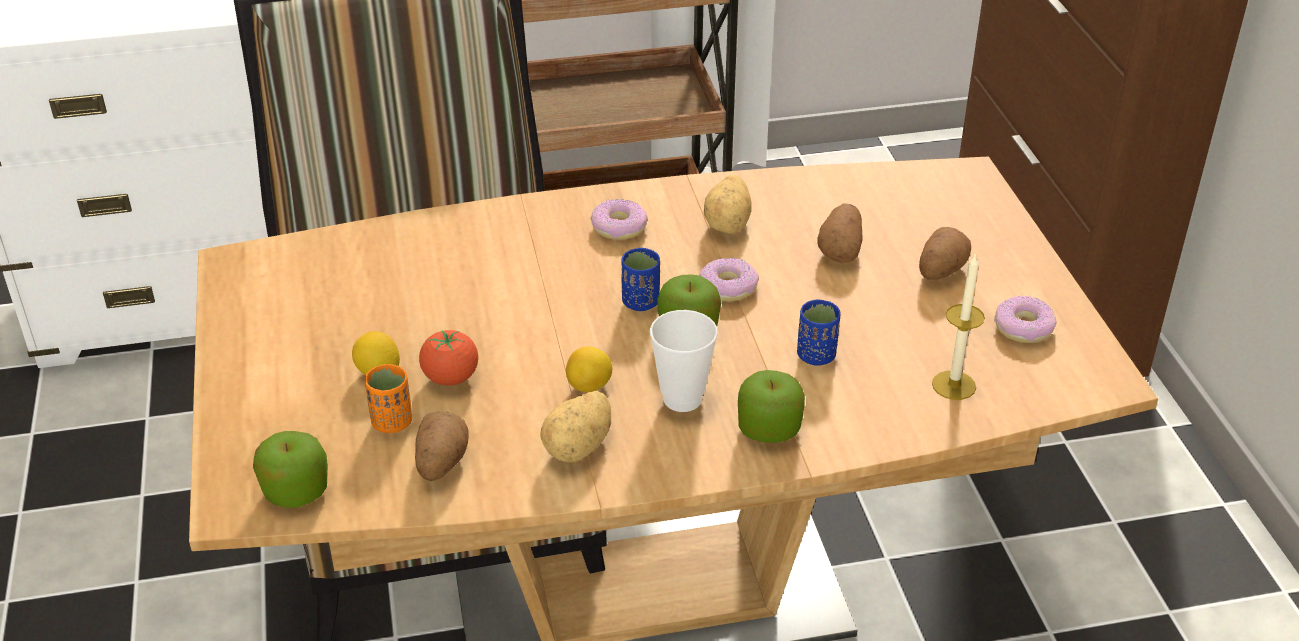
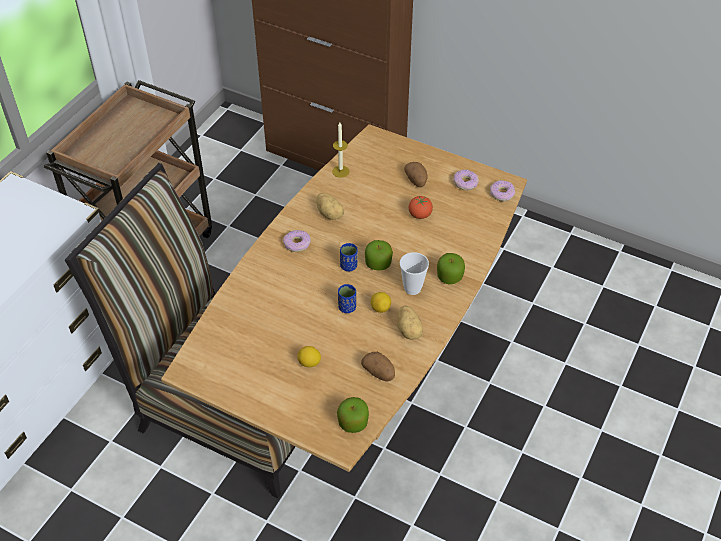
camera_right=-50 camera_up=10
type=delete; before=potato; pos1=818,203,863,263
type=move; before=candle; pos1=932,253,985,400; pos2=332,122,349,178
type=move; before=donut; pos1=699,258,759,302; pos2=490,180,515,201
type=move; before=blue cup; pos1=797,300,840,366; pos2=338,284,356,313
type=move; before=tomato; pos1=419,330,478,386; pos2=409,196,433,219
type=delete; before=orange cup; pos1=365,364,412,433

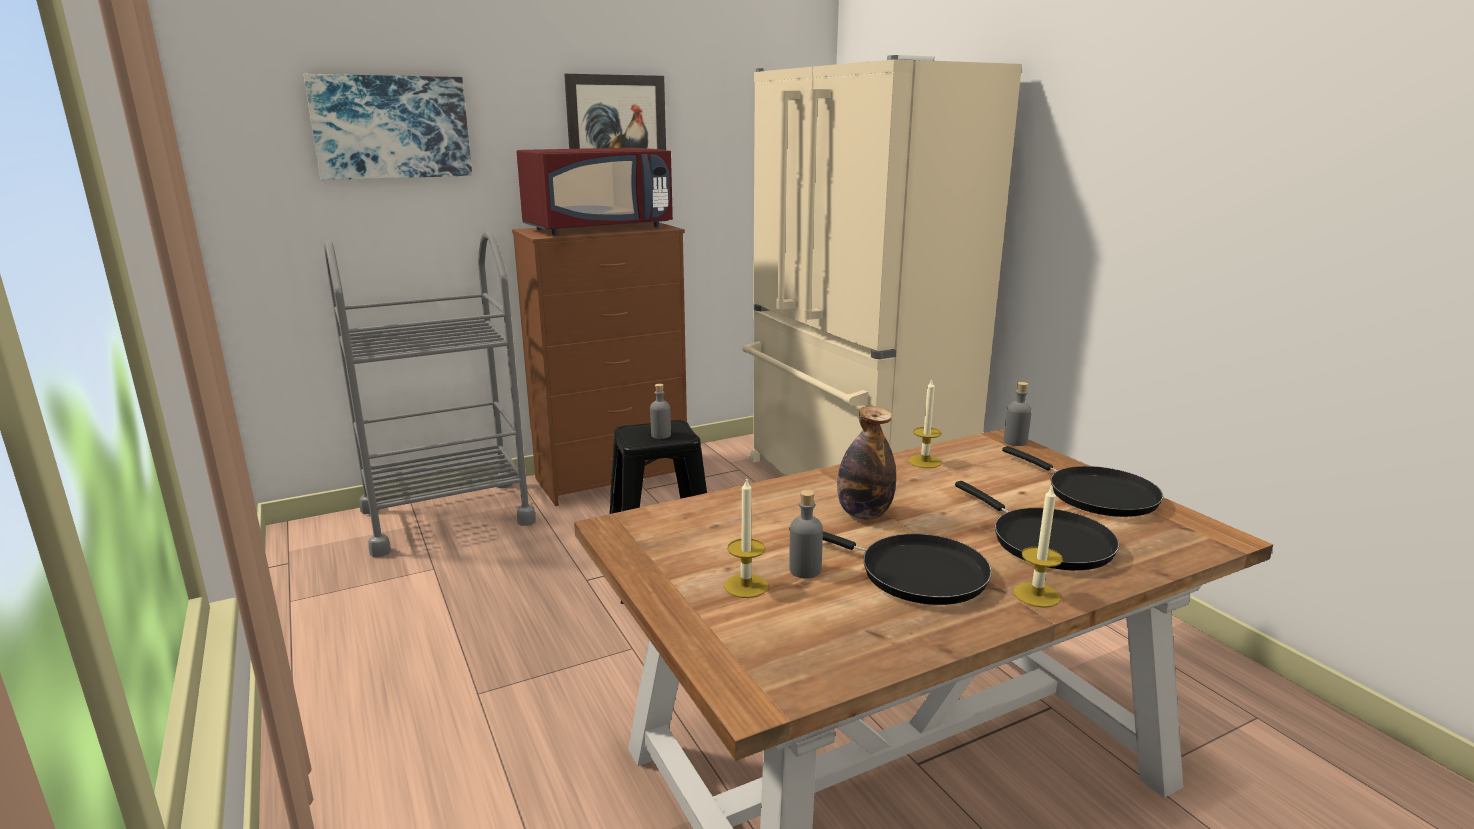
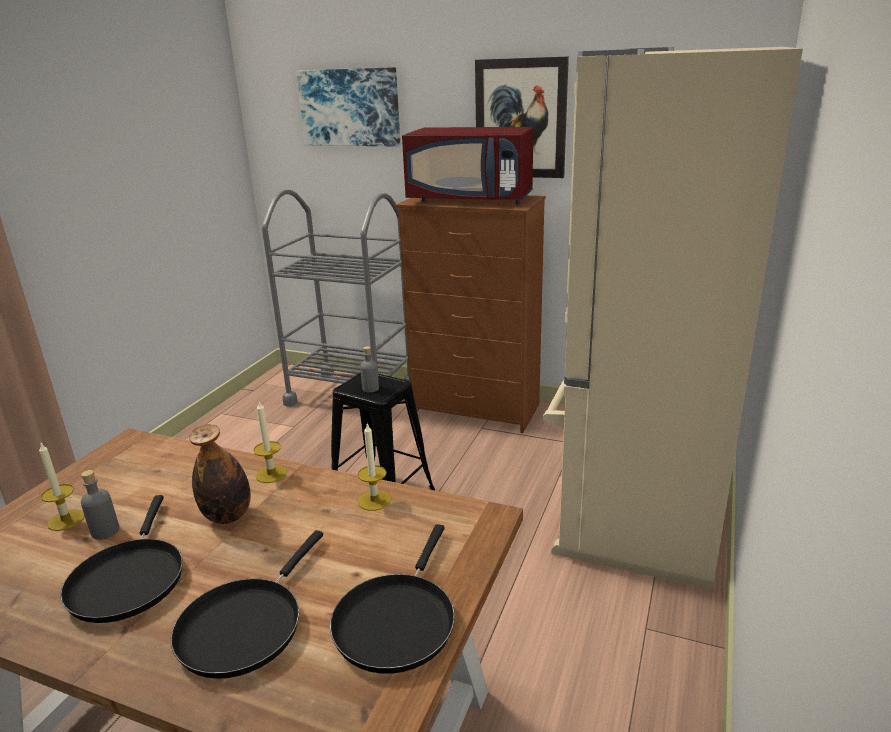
camera_right=50 camera_up=5
type=delete; before=grey bottle; pos1=1004,382,1032,446
type=move; before=candle; pos1=1013,486,1063,608; pos2=253,402,287,483

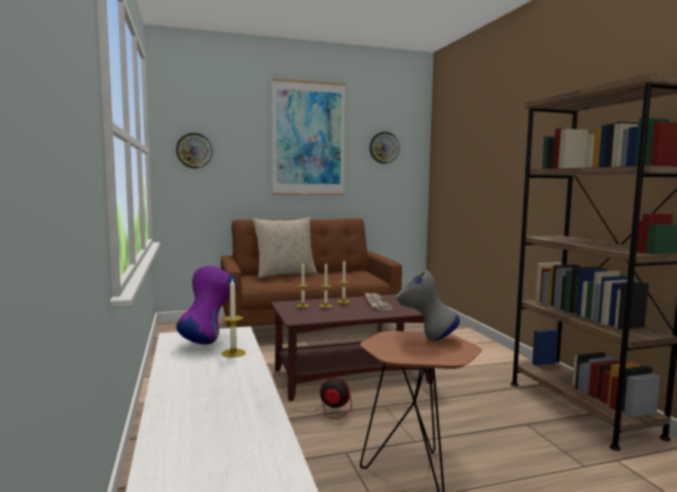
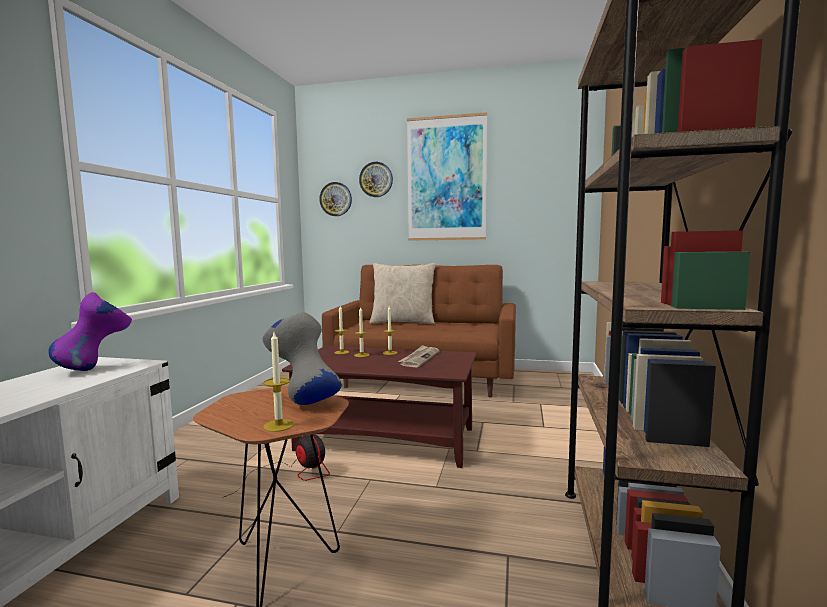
camera_right=30 camera_up=0
type=move; before=wall clock; pos1=369,132,400,164; pos2=359,162,393,197
type=move; before=candle; pos1=222,279,246,358; pos2=263,332,294,432

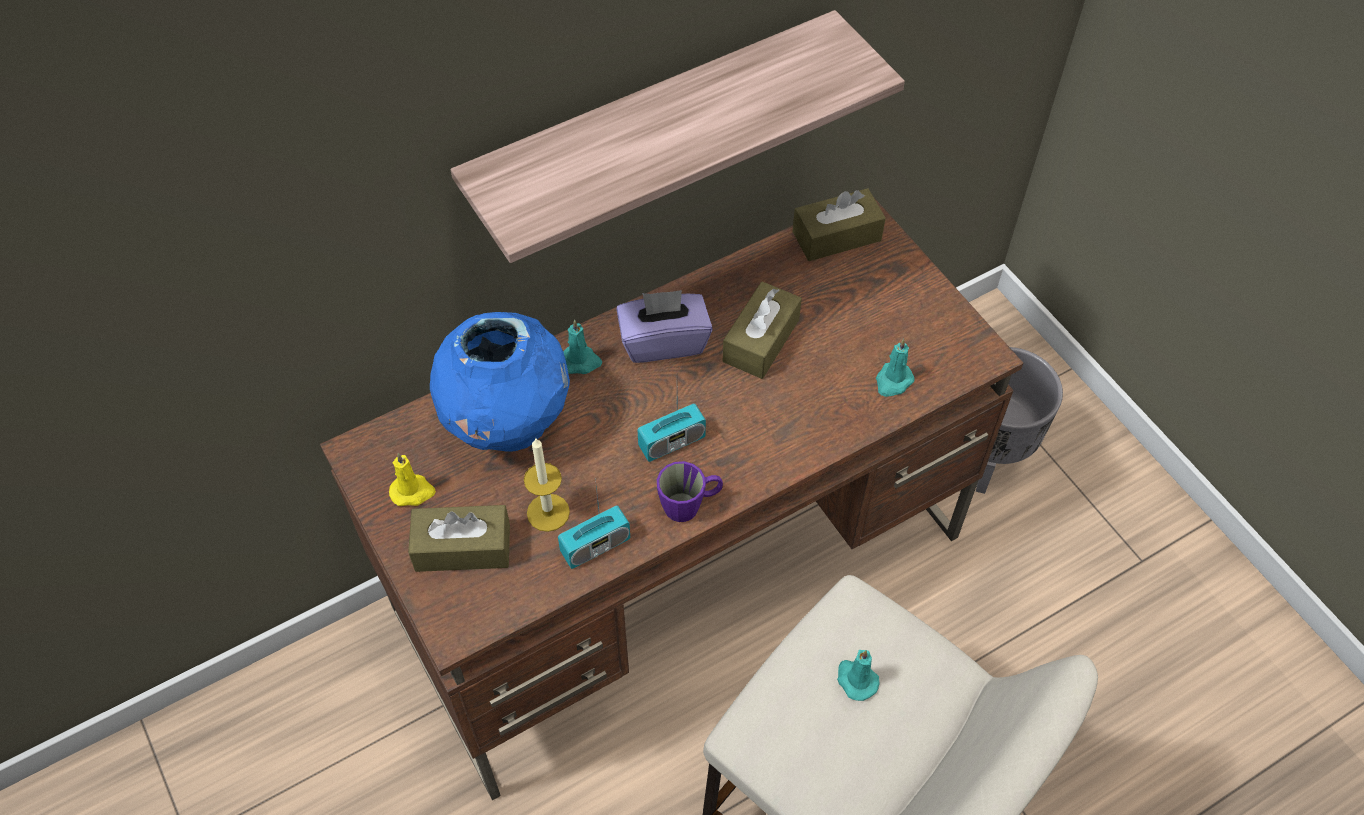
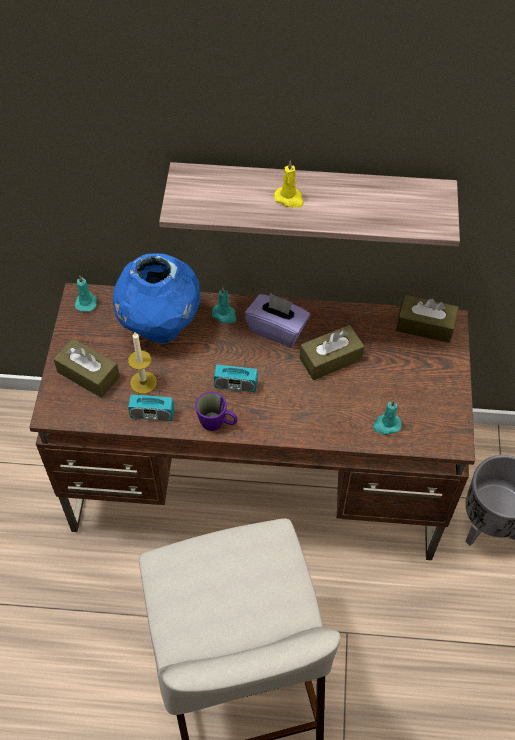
camera_right=35 camera_up=0
type=move; before=yellow candle; pos1=389,453,436,506; pos2=274,160,304,207
type=move; before=turquoise candle; pos1=837,650,880,701; pos2=74,276,97,312

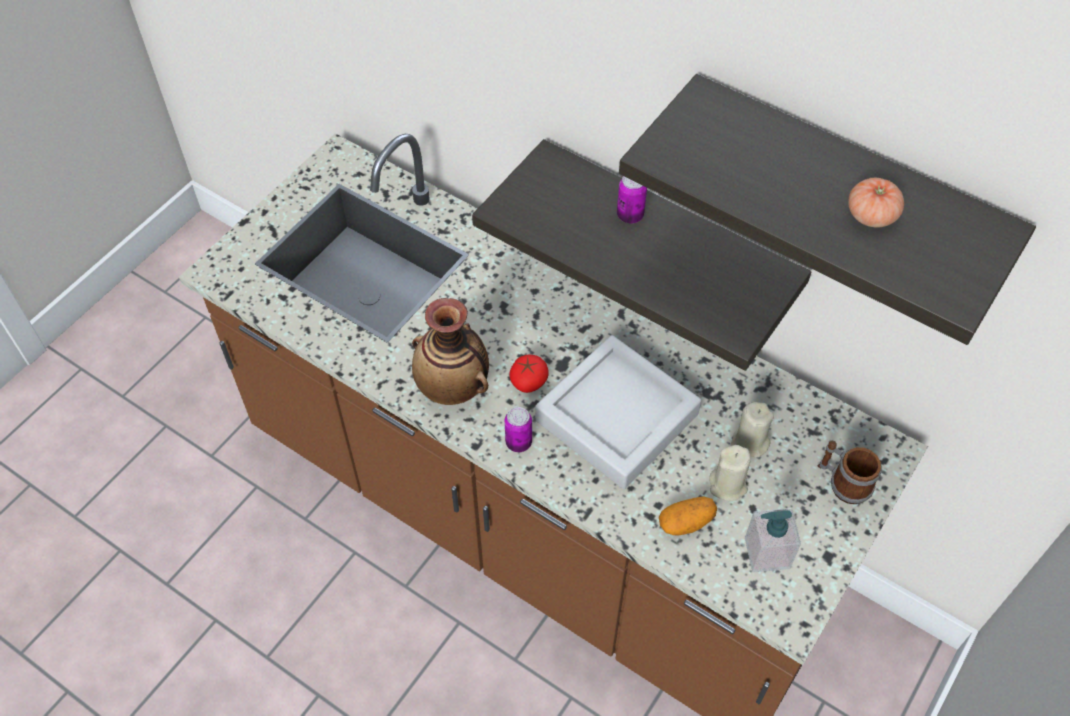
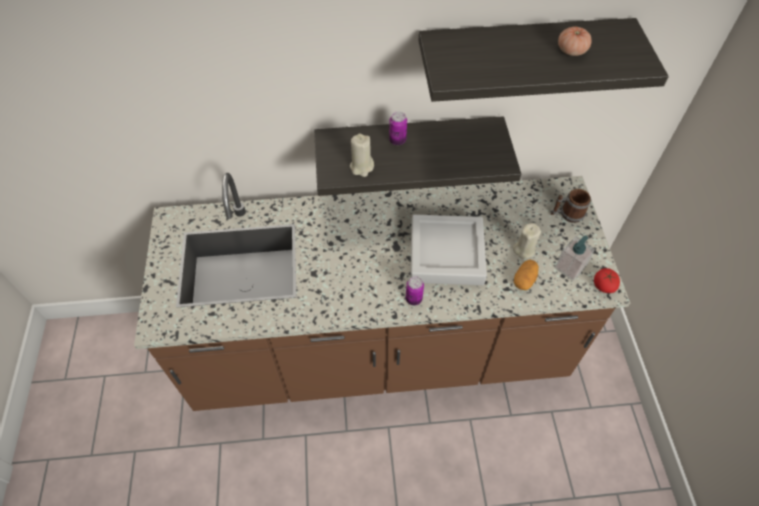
camera_right=-40 camera_up=0
type=delete; before=vase; pos1=412,298,489,405
type=move; before=tomato; pos1=509,355,548,393; pos2=594,268,620,293
type=move; before=beige candle; pos1=731,402,774,458; pos2=350,133,374,177

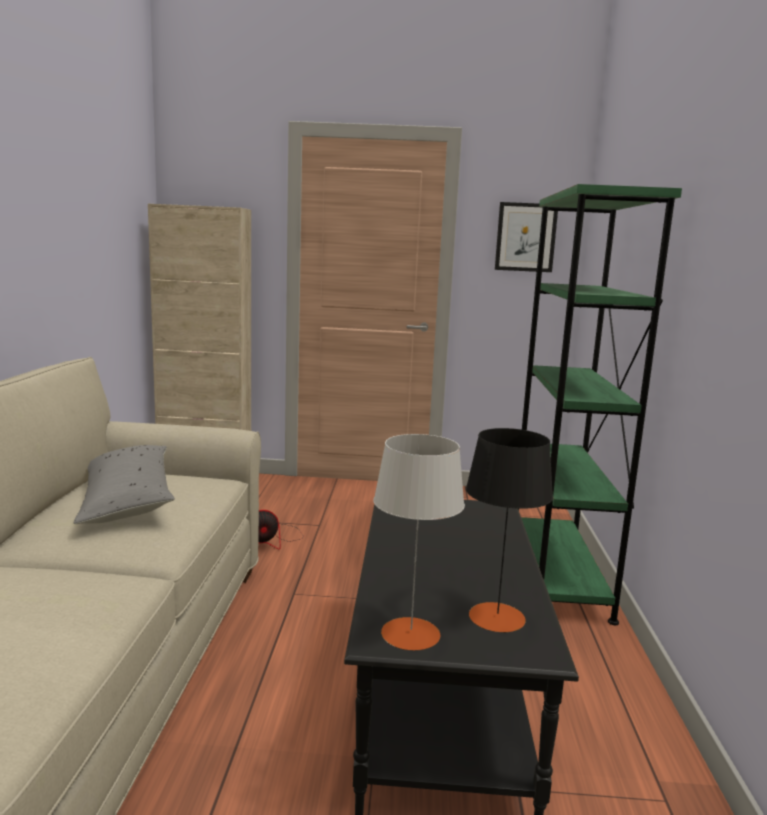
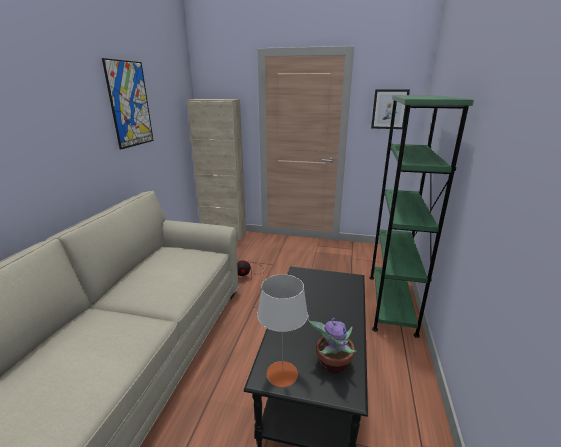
camera_right=10 camera_up=10
type=replace; before=black table lamp; after=potted plant; pos1=466,428,553,633; pos2=308,315,356,373
type=delete; before=grey pillow; pos1=74,445,175,524
type=insert; after=picture; pos2=102,58,154,150

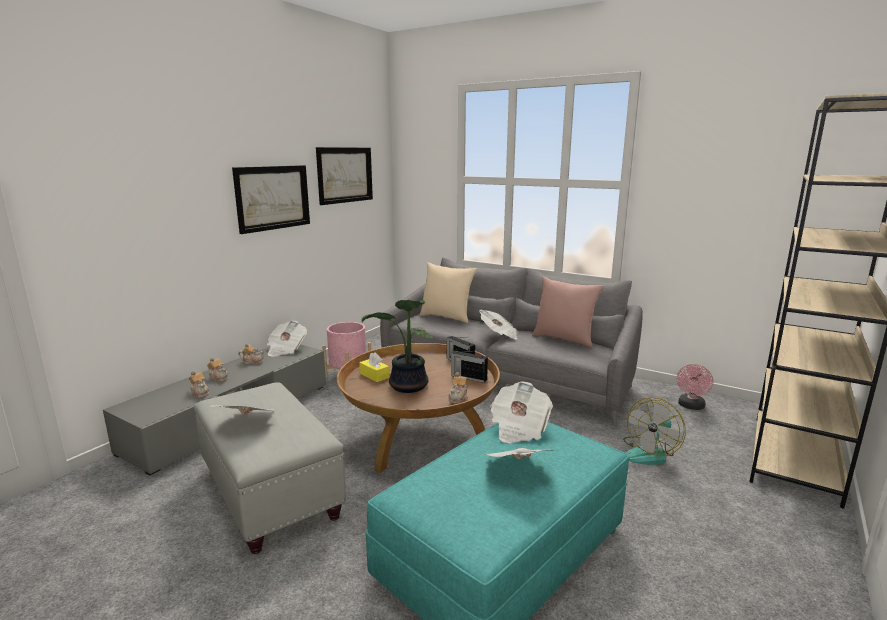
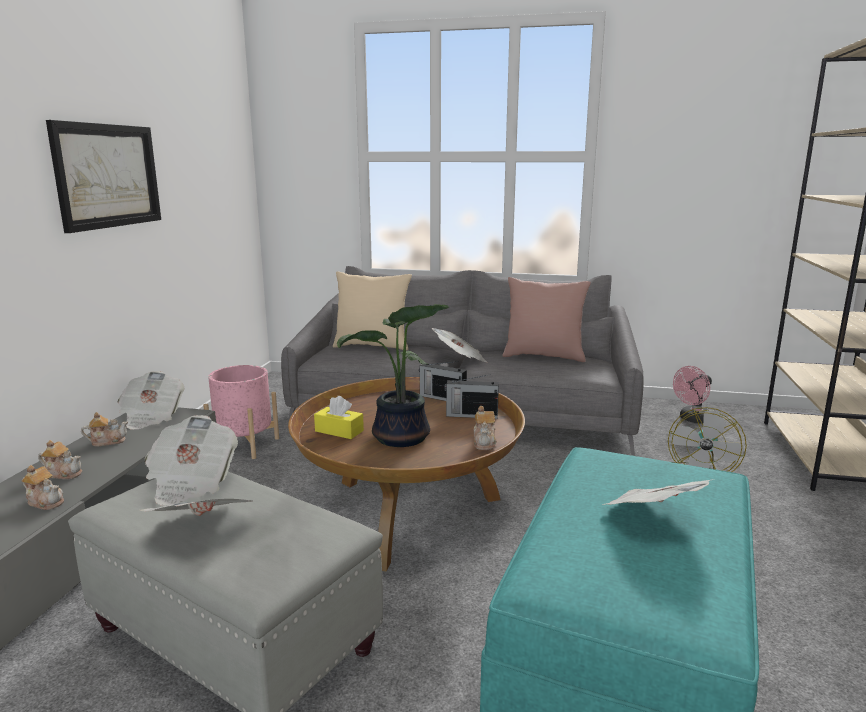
camera_right=-20 camera_up=0
type=delete; before=picture; pos1=316,147,373,205
type=rotate; before=pink fan; pos1=676,364,713,410; pos2=673,366,712,424; turn=45
type=move; before=newspaper; pos1=490,381,553,443; pos2=144,415,238,506

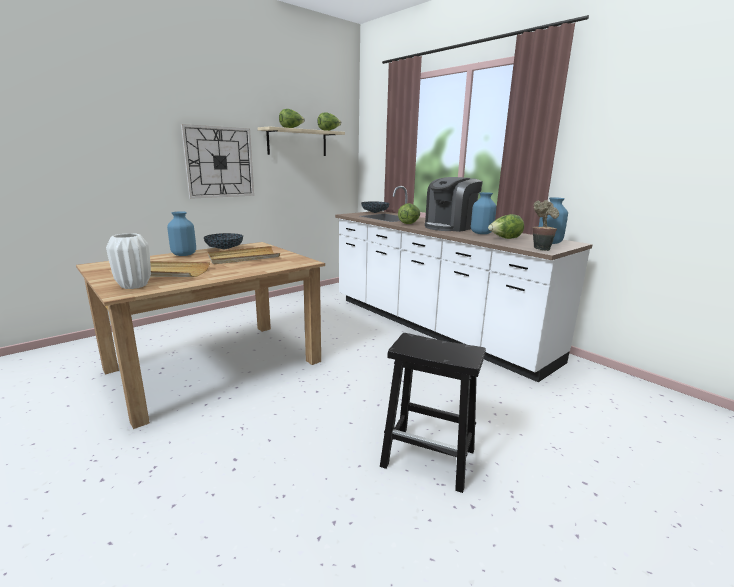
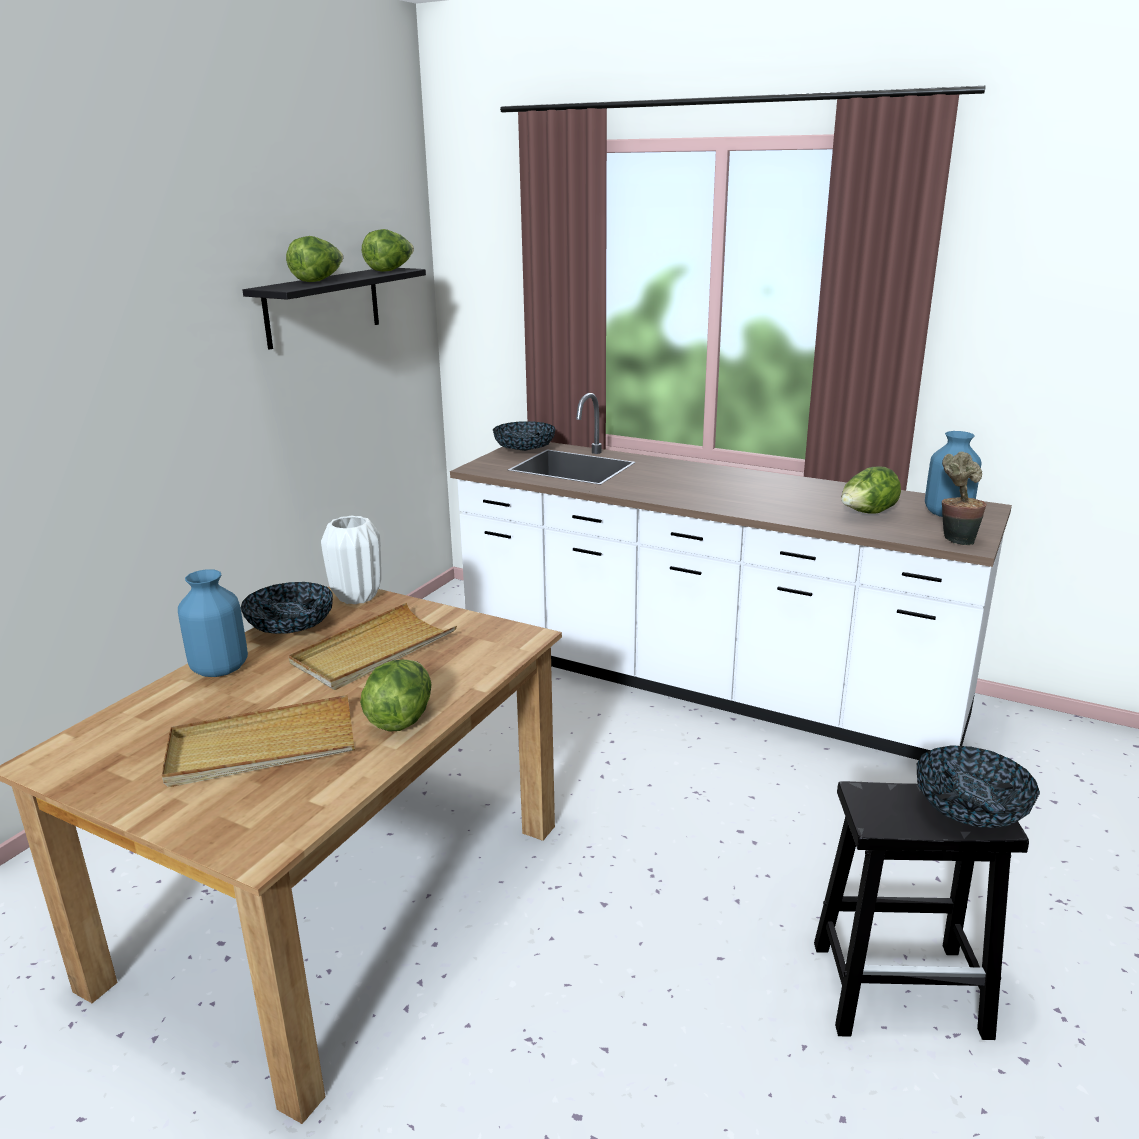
camera_right=-20 camera_up=5
type=delete; before=wall clock; pos1=181,124,254,199
type=recolor; before=beige shelf; after=black shelf; pos1=258,126,345,156; pos2=242,268,426,350
type=delete; before=coffee machine; pos1=425,177,483,232
type=delete; before=blue vase; pos1=471,192,497,234
type=move; before=lettuce; pos1=398,203,420,224; pos2=360,659,432,732
type=move; before=white vase; pos1=106,233,151,289; pos2=321,515,381,604
type=insert; after=bowl; pos2=917,745,1040,828

